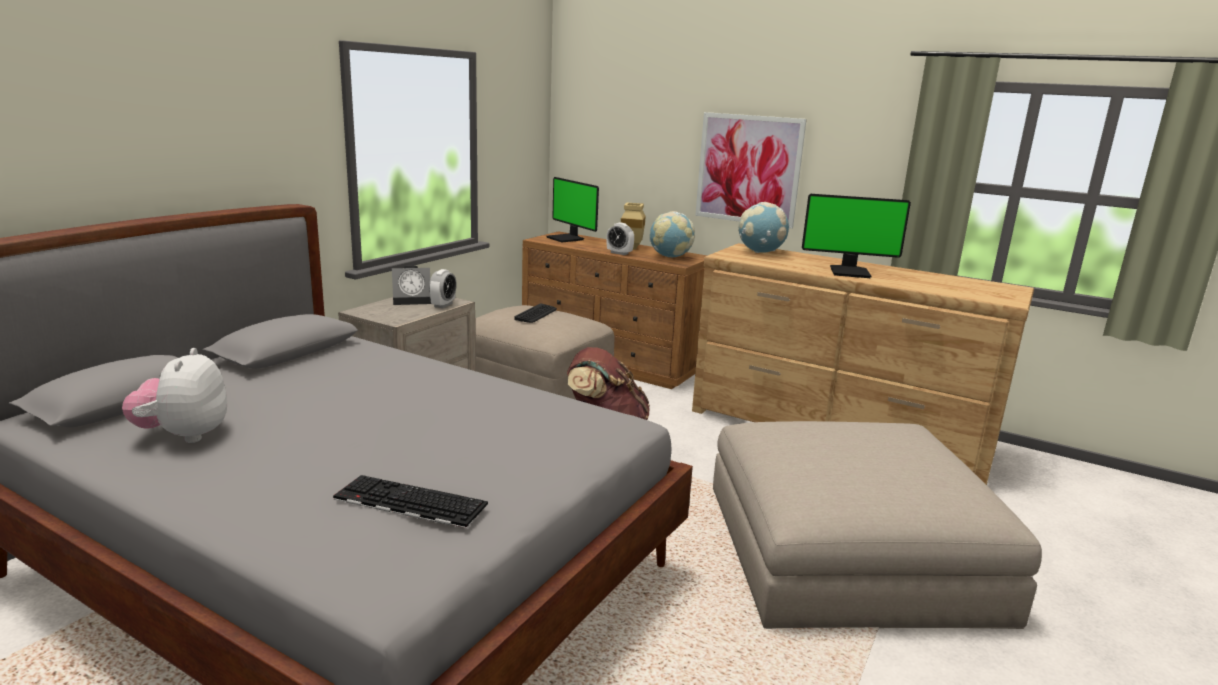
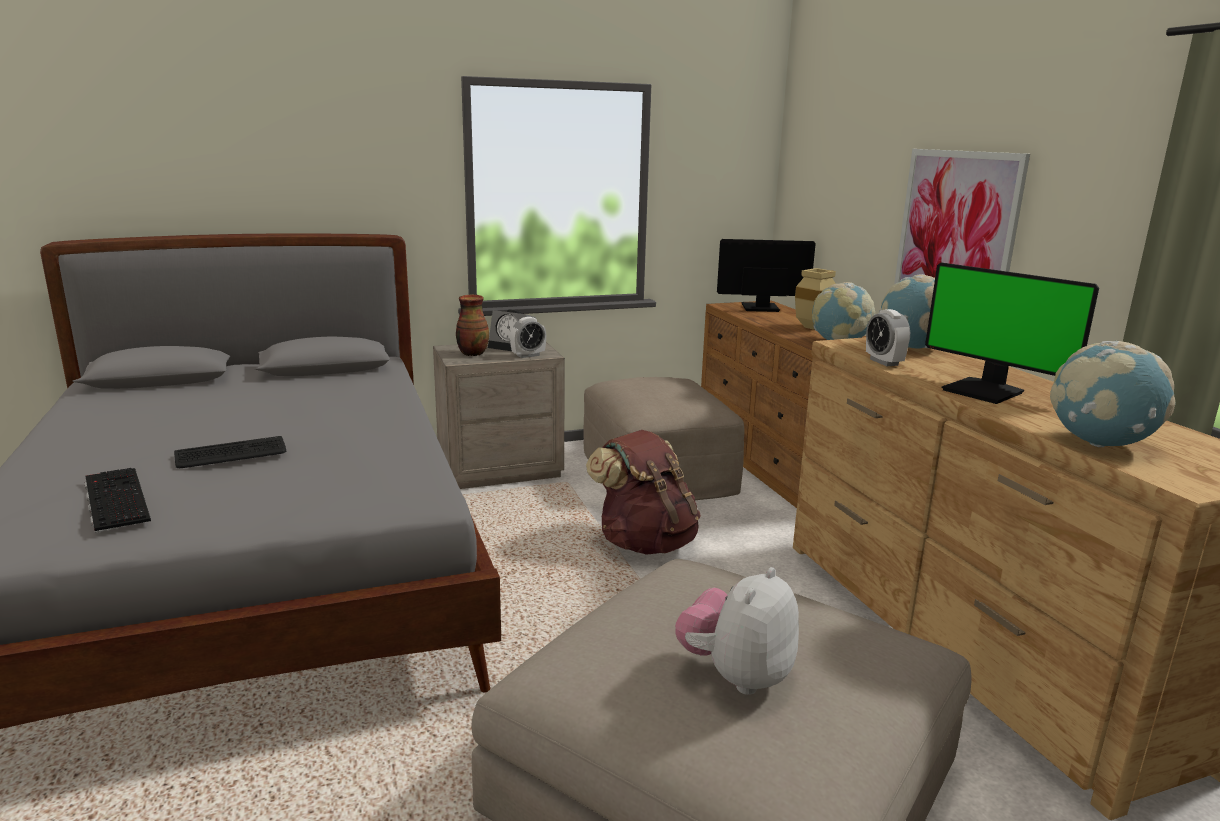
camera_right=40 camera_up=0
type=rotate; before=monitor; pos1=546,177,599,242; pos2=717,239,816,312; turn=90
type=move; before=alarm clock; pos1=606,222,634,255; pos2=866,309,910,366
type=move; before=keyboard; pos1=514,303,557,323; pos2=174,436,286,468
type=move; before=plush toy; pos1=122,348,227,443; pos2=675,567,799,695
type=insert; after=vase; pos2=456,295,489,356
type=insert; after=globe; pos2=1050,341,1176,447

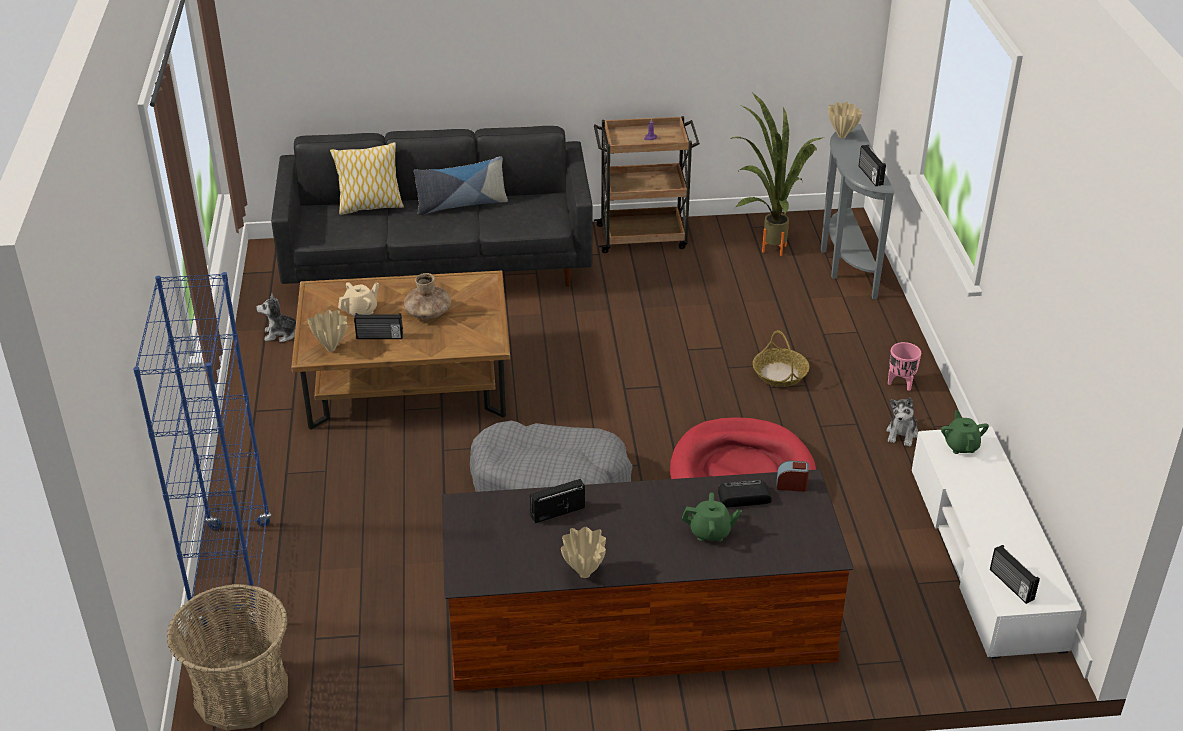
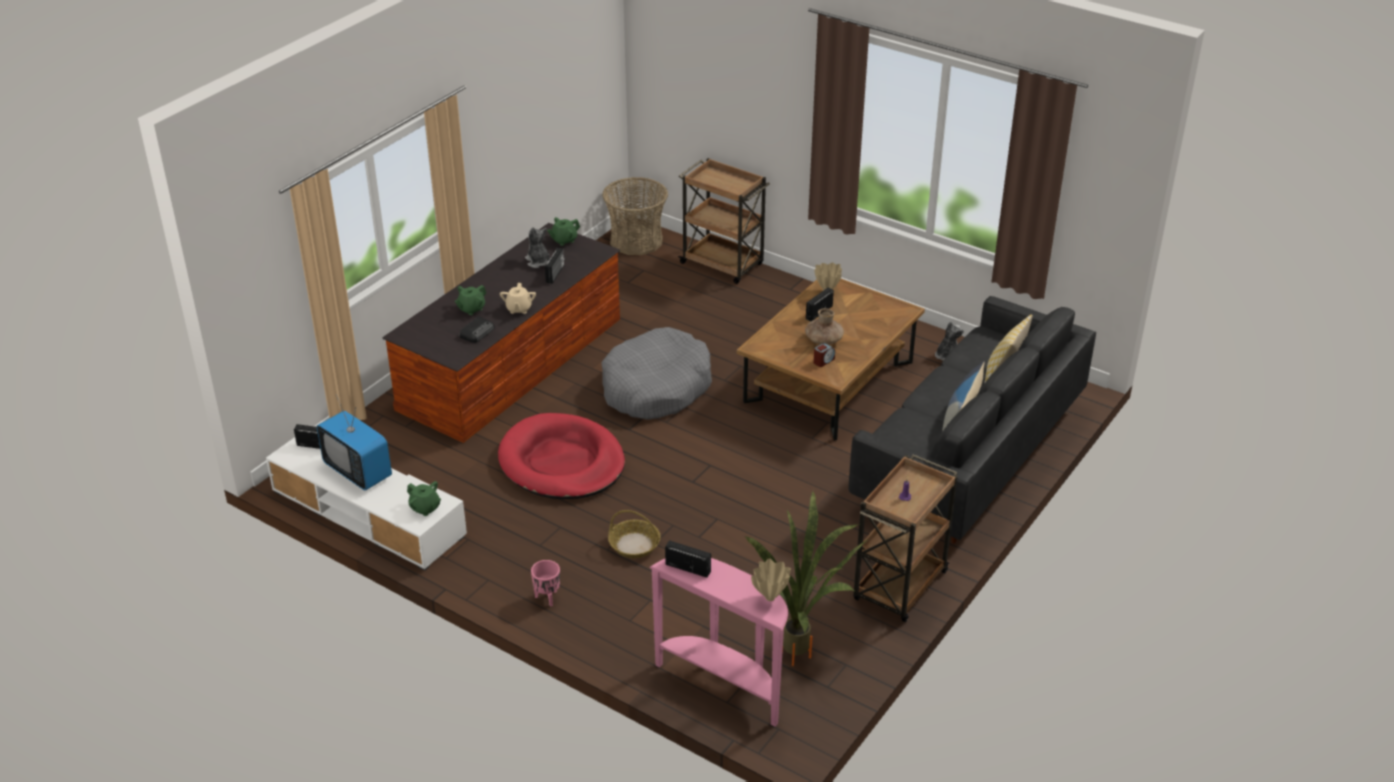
camera_right=130 camera_up=0
type=recolor; before=grey console table; after=pink console table; pos1=821,124,894,299; pos2=649,558,788,726
type=replace; before=blue bookcase; after=brown cart; pos1=133,272,271,628; pos2=678,158,770,284
type=move; before=beige teapot; pos1=338,282,379,317; pos2=500,283,536,314
type=move; before=plush toy; pos1=886,398,918,447; pos2=525,227,551,268
type=move; before=alarm clock; pos1=777,461,809,492; pos2=814,343,835,367
type=delete; before=beige vase; pos1=561,527,606,578
type=insert; after=green teapot; pos2=547,217,580,246
type=insert; after=television; pos2=317,395,392,490

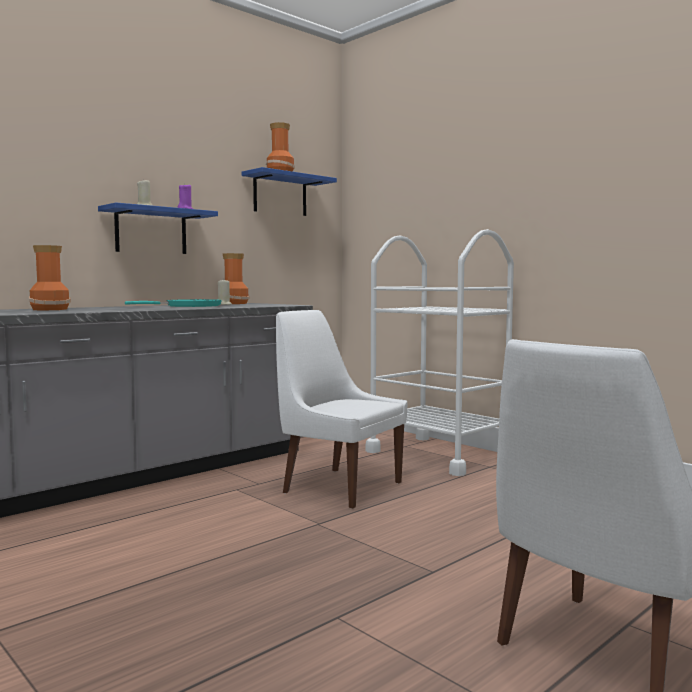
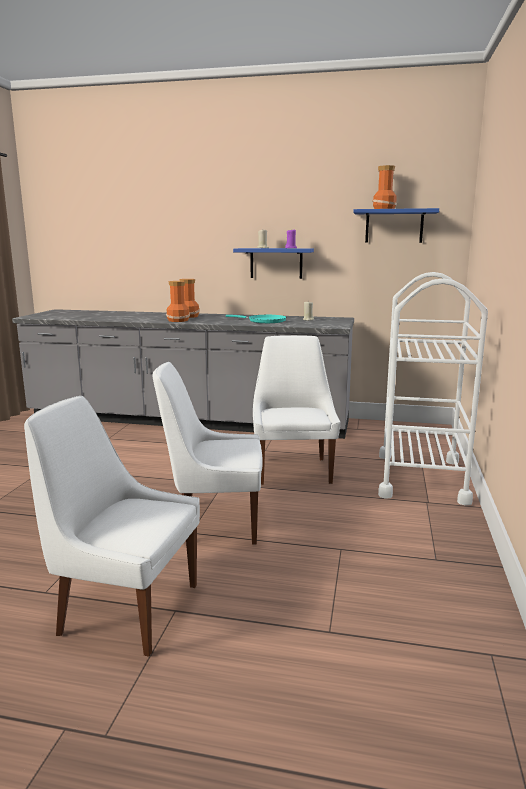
camera_right=55 camera_up=10
type=move; before=vase; pos1=223,253,249,304; pos2=166,281,190,322
type=insert; after=white chair; pos2=152,362,263,545

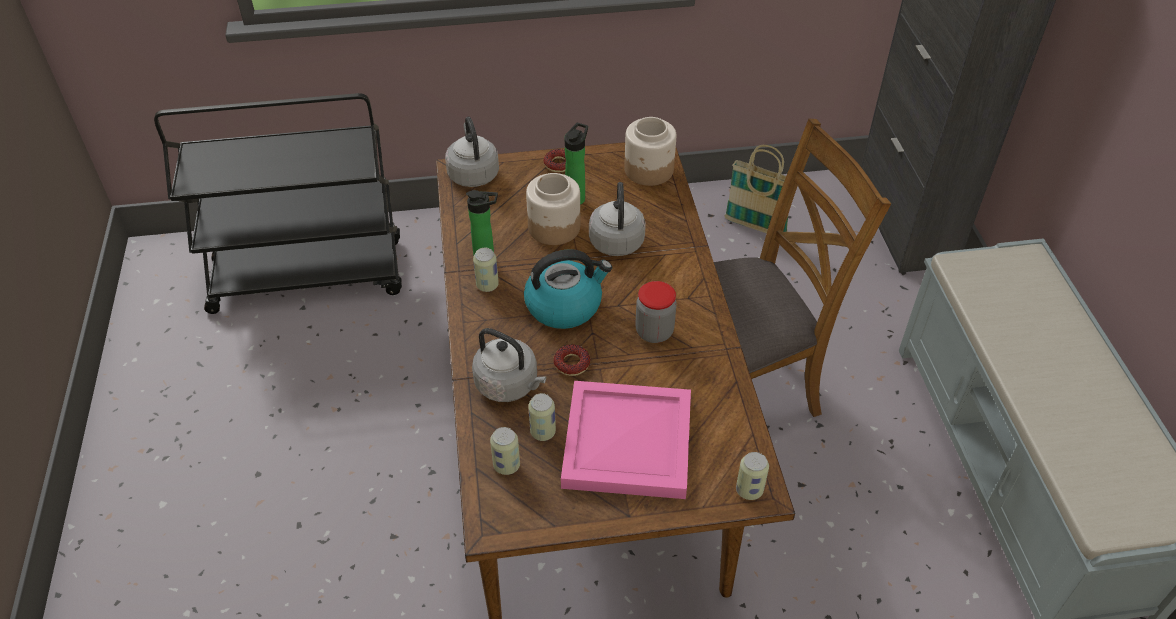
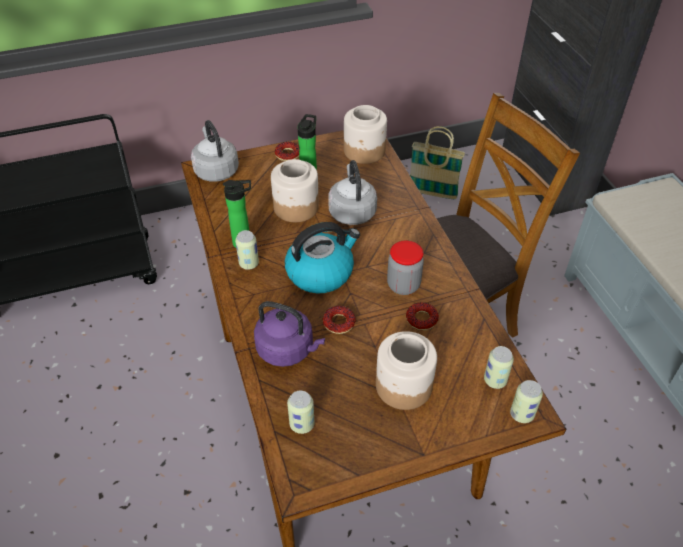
camera_right=-10 camera_up=0
type=recolor; before=grey kettle; after=purple kettle; pos1=472,328,546,402; pos2=254,301,325,367
type=replace; before=pink tray; after=jar; pos1=561,381,691,499; pos2=376,331,437,410
type=move; before=can; pos1=528,393,556,441; pos2=484,346,514,389
type=insert; after=donut; pos2=406,302,439,330

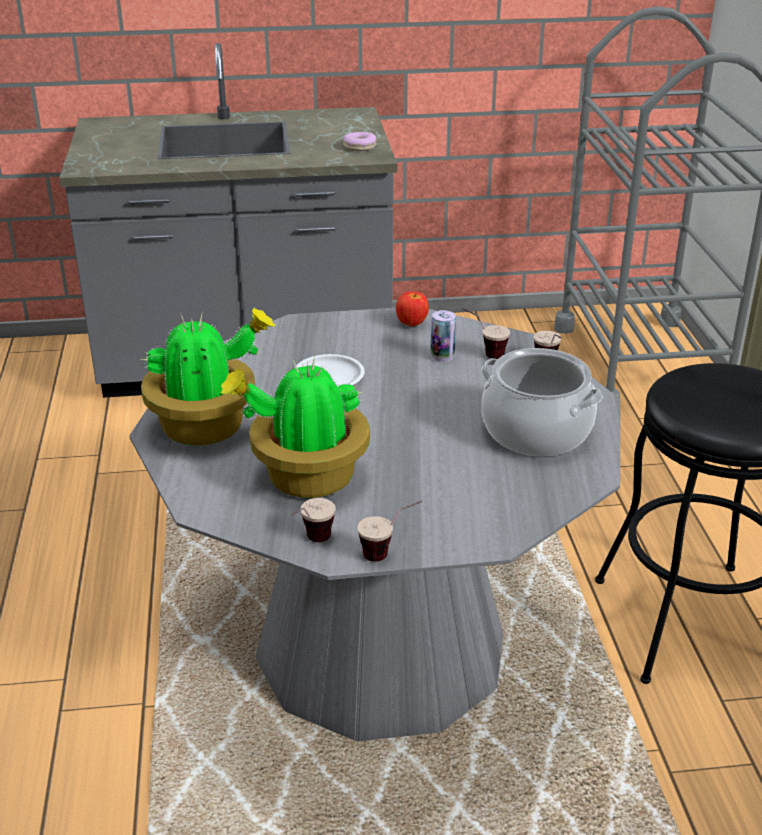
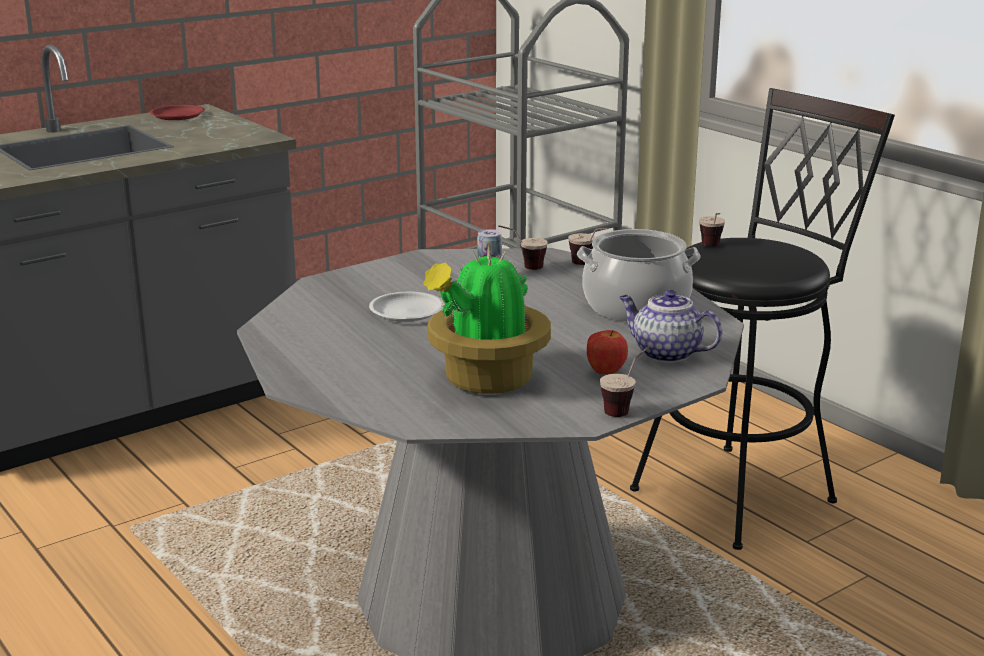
camera_right=-30 camera_up=-10
type=delete; before=donut; pos1=343,132,376,151
type=move; before=apple; pos1=396,292,429,326; pos2=587,330,628,375
type=delete; before=potted plant; pos1=140,308,275,446
type=move; before=cup; pos1=291,498,336,542; pos2=699,213,725,246
type=insert; after=red plate; pos2=150,105,205,120
type=insert; after=teapot; pos2=619,290,722,363

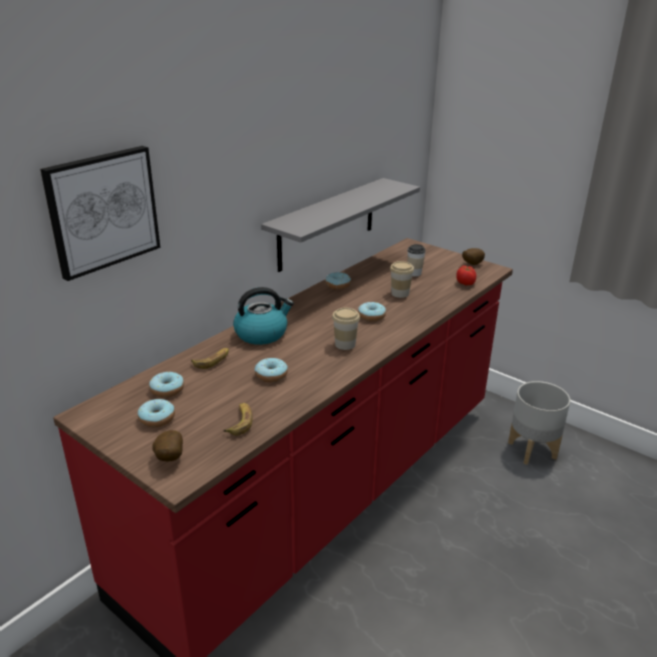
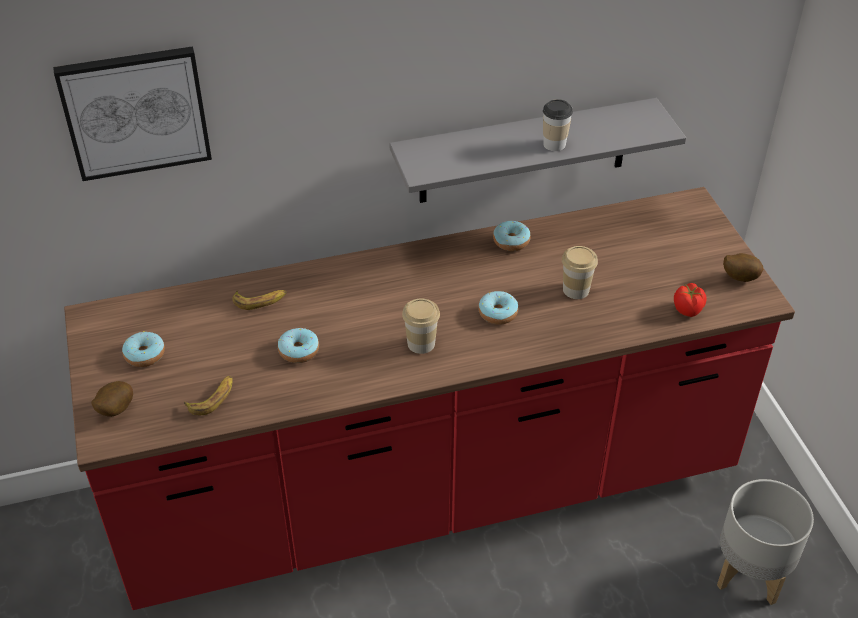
camera_right=35 camera_up=15
type=move; before=cup; pos1=407,244,426,277; pos2=543,99,573,151
type=delete; before=kettle; pos1=233,287,294,345
type=delete; before=donut; pos1=149,371,184,398

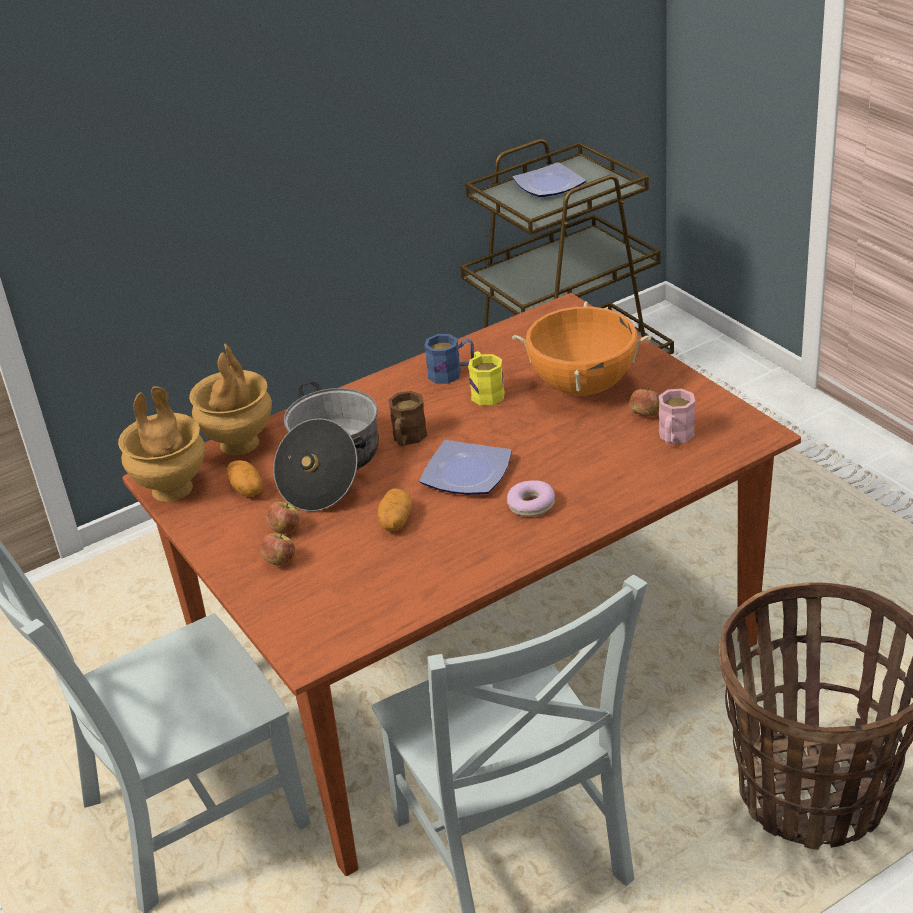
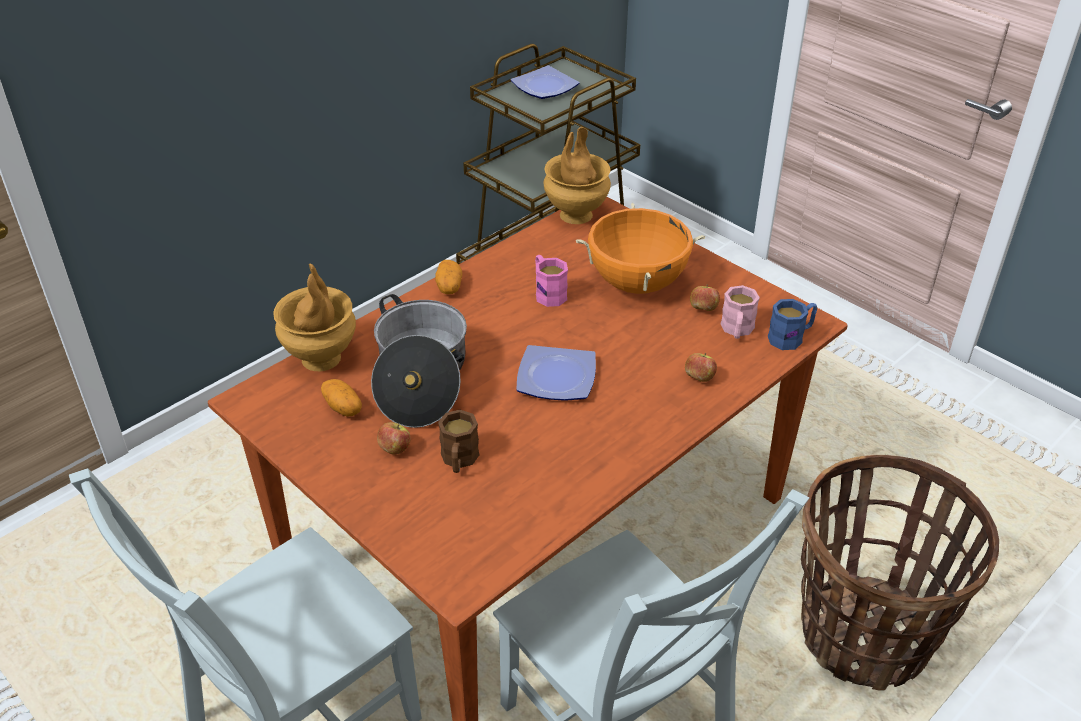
camera_right=-15 camera_up=5
type=move; before=blue mug; pos1=424,334,474,384; pos2=768,299,817,350
type=recolor; before=yellow mug; after=pink mug; pos1=468,351,505,405; pos2=535,255,568,307
type=move; before=brown vase; pos1=118,386,205,502; pos2=543,127,611,224
type=move; before=brown mug; pos1=388,391,428,446; pos2=438,410,479,473
type=delete; before=donut; pos1=507,480,555,517
type=move; before=potato; pos1=378,488,412,531; pos2=435,260,462,294
type=move; before=apple; pos1=260,533,295,566; pos2=685,353,717,382

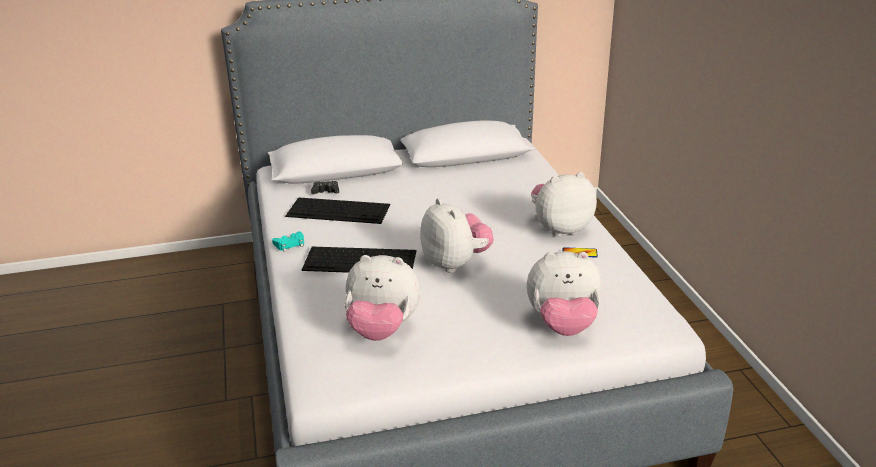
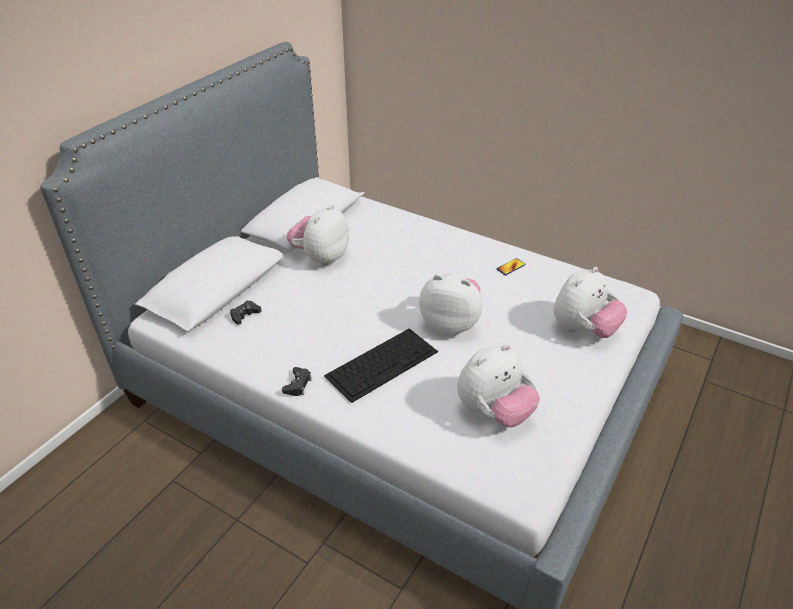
camera_right=-45 camera_up=10
type=move; before=plush toy; pos1=531,172,597,237; pos2=287,204,349,266
type=delete; before=keyboard; pos1=285,197,390,224
type=recolor; before=turquoise game controller; after=black game controller; pos1=272,231,304,252; pos2=282,367,312,396

